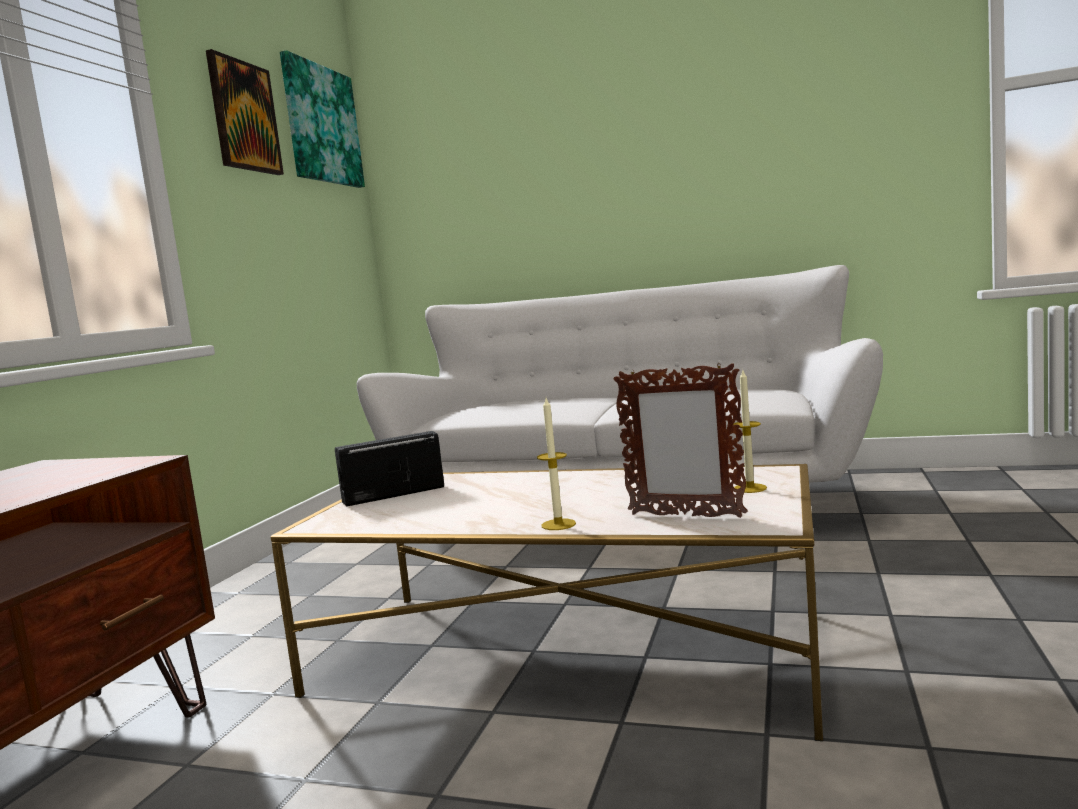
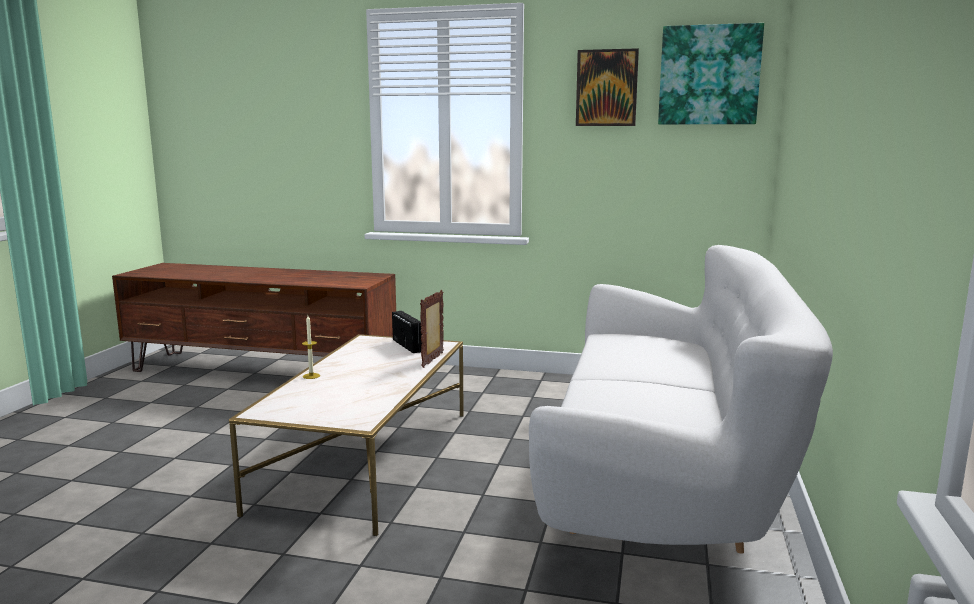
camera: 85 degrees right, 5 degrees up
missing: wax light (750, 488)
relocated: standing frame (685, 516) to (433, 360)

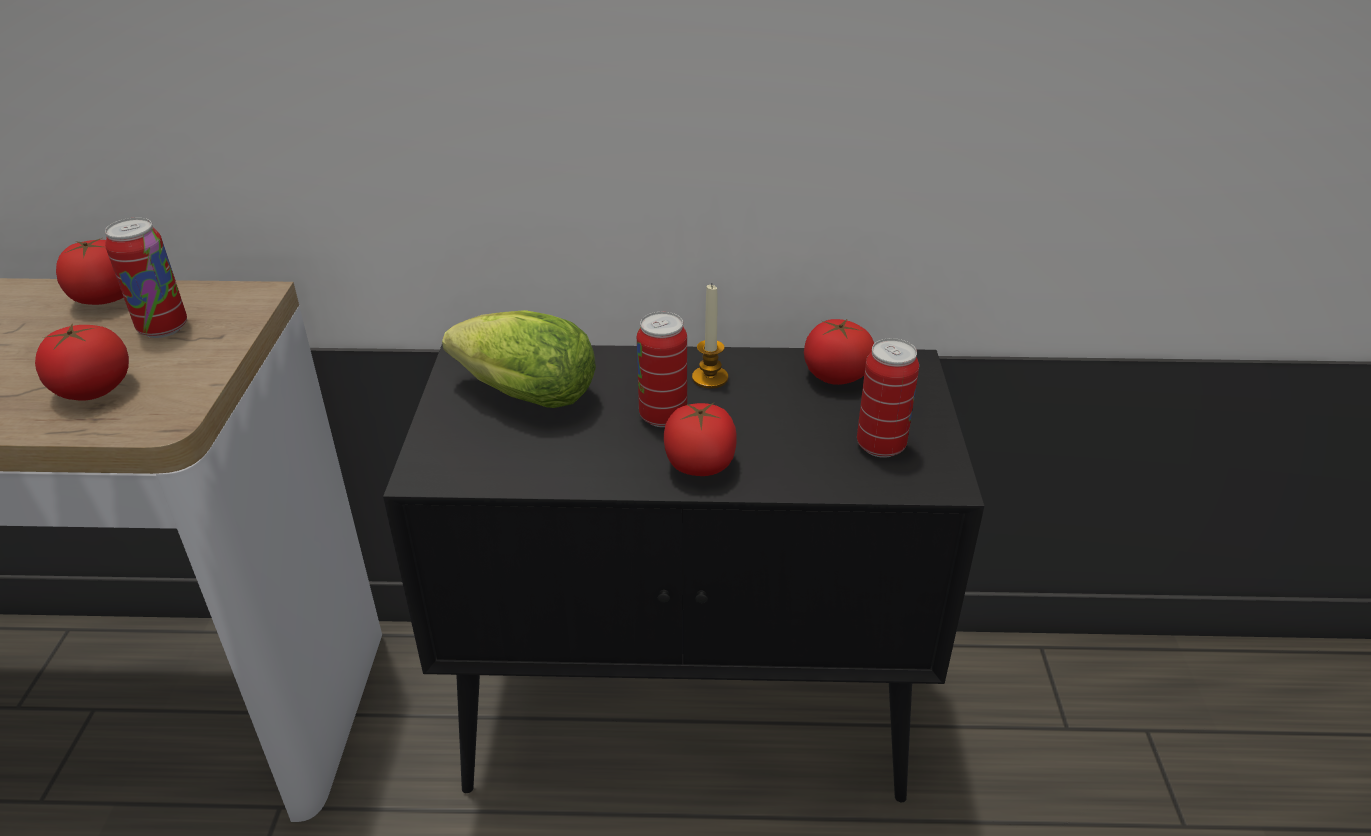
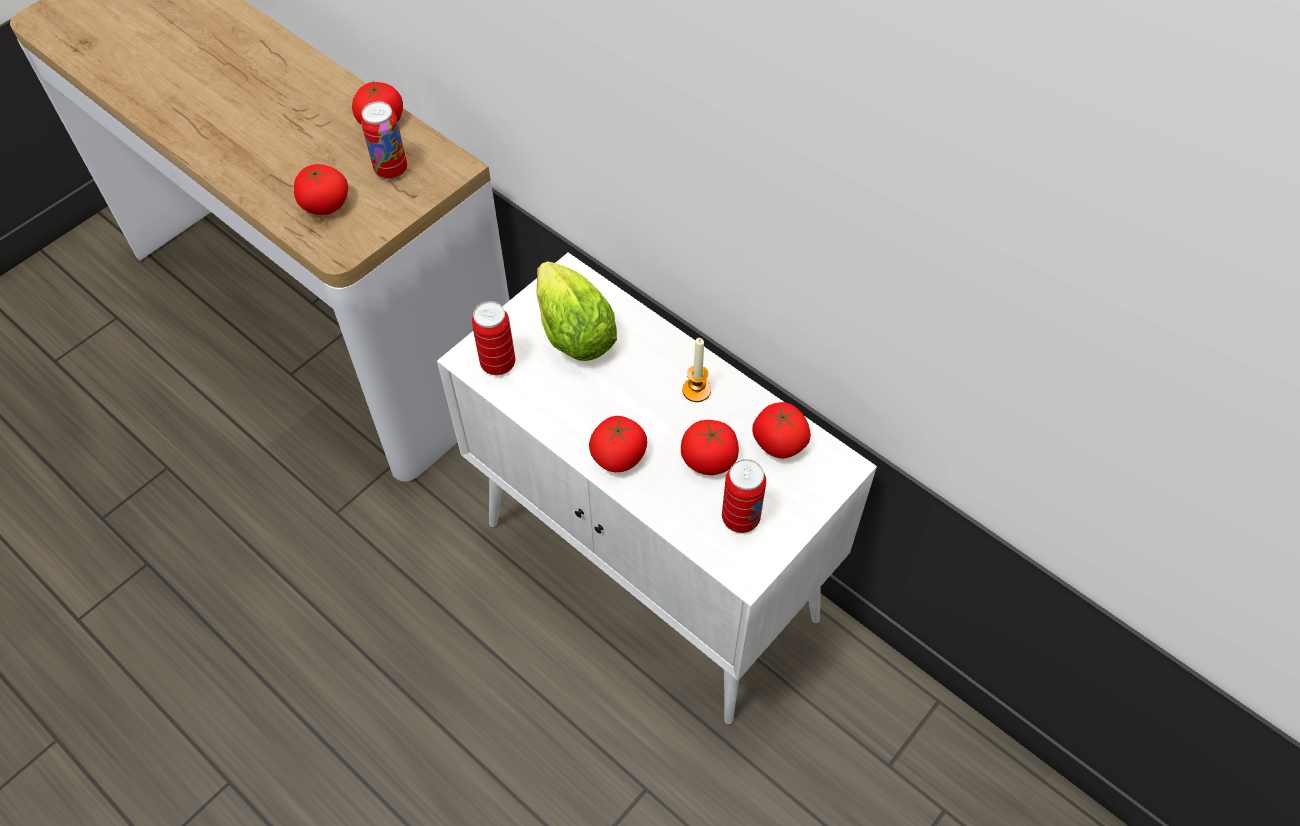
camera: 40 degrees right, 20 degrees up
appeared: whole tomato (708, 459)
relocated: sealed can (663, 416) to (498, 363)
colour: black-coloured cupboard (690, 717) to white cupboard (653, 573)

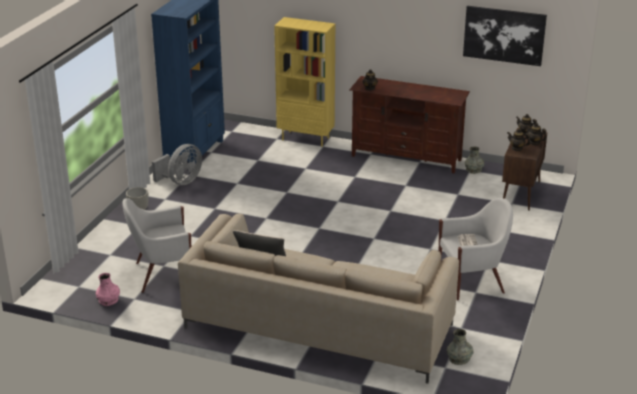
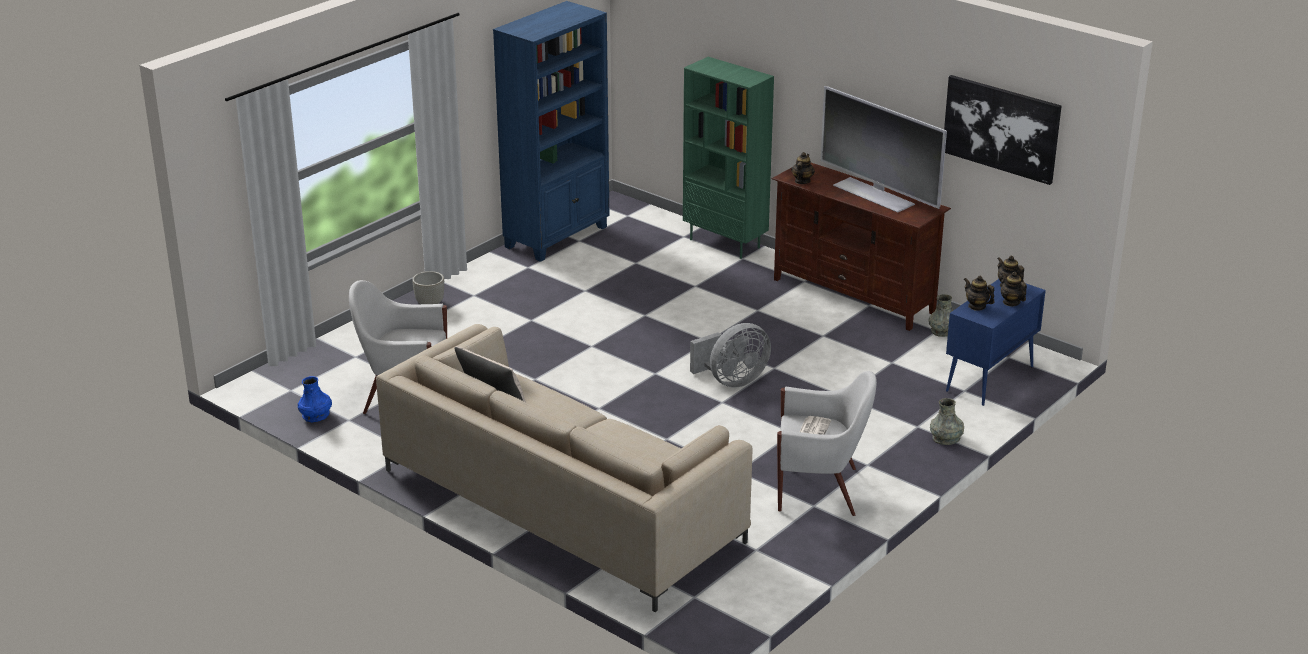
camera: 20 degrees right, 0 degrees up
appeared: TV set (874, 194)
relocated: grey cooling fan (181, 182) to (732, 381); grey vase (459, 358) to (946, 438)
colour: pink vase (108, 300) to bluish vase (316, 415); yellowish bookcase (306, 139) to greenish bookcase (726, 243); brown cupboard (521, 194) to bluish cupboard (989, 379)

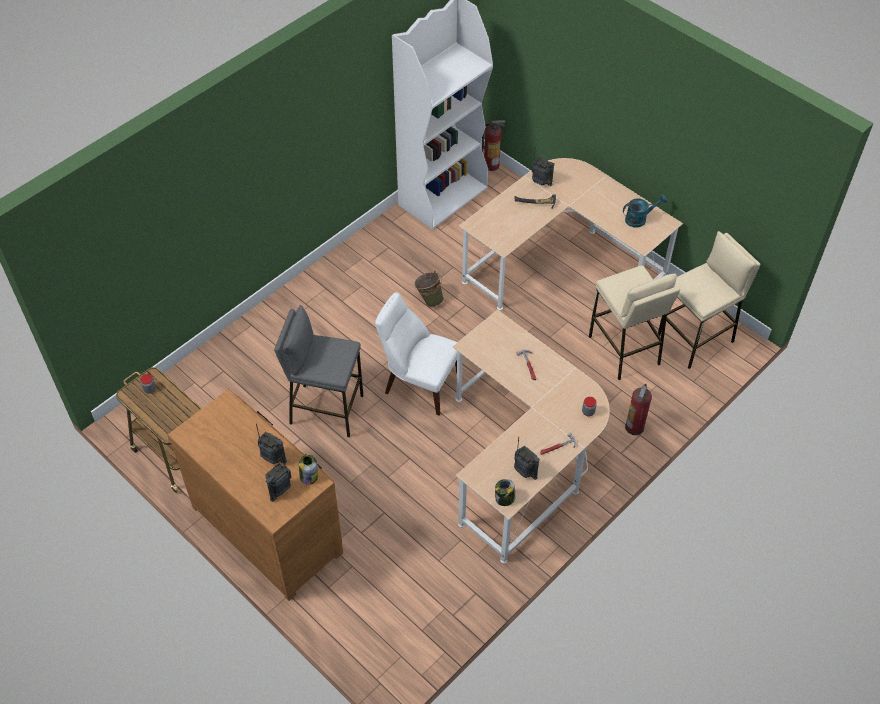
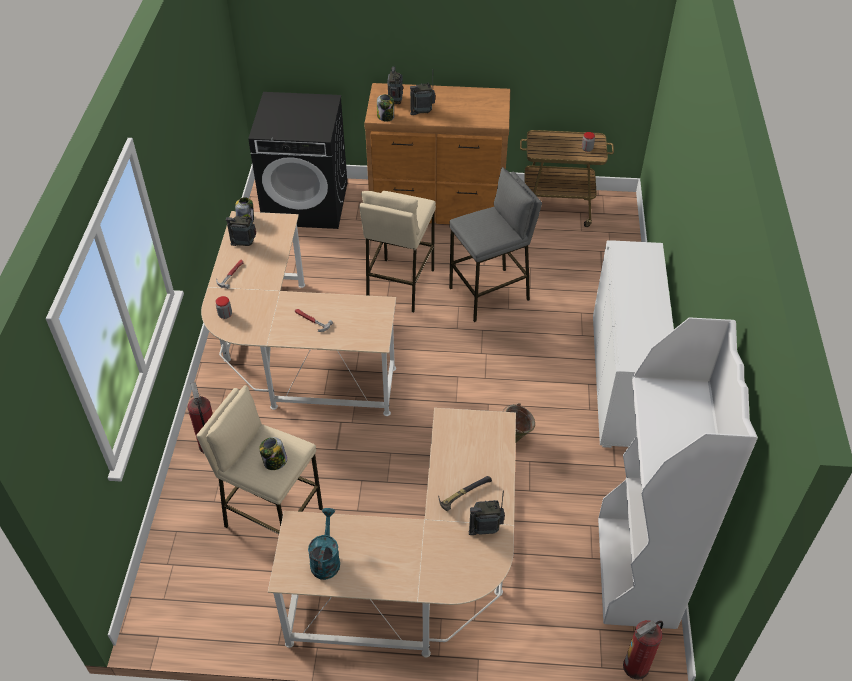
camera: 140 degrees right, 5 degrees down
missing: white plain chair (419, 384)
appeared: black-coloured laundry appliance (306, 203); storage jar (275, 462); white cupboard (622, 380)
relocated: beige stool (696, 339) to (399, 285)
spun: turquoise sprinkling can (639, 219) = (325, 559) 150 degrees clockwise

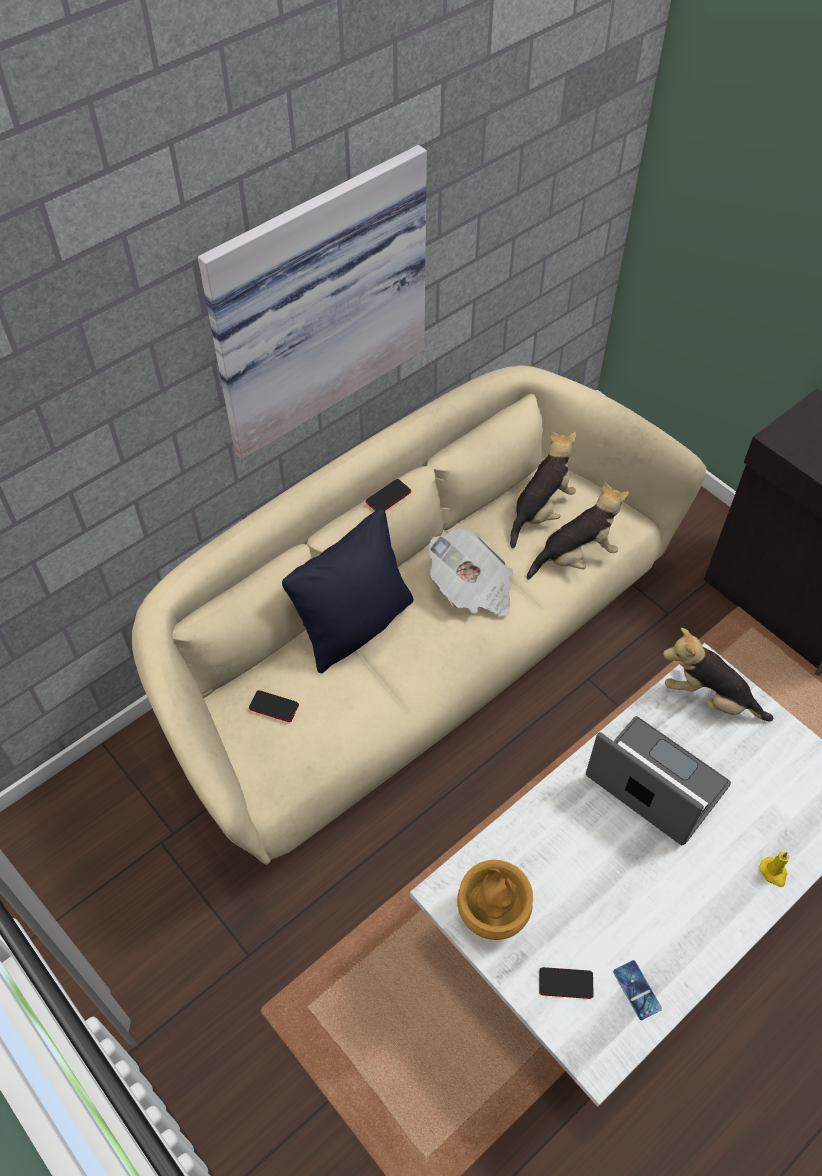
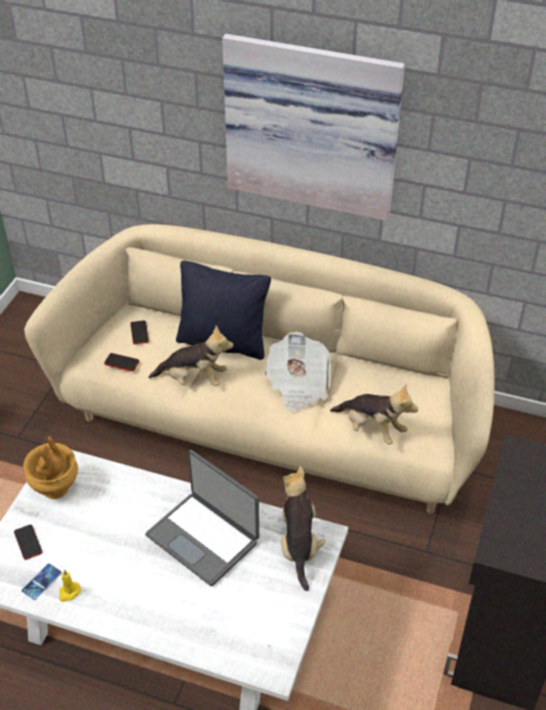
camera: 60 degrees right, 10 degrees down
relocated: handset (388, 497) to (121, 363); soft toy (540, 510) to (193, 379); yellowish wax light (773, 873) to (69, 592)
spun: notebook computer (654, 783) = (204, 538) 120 degrees clockwise

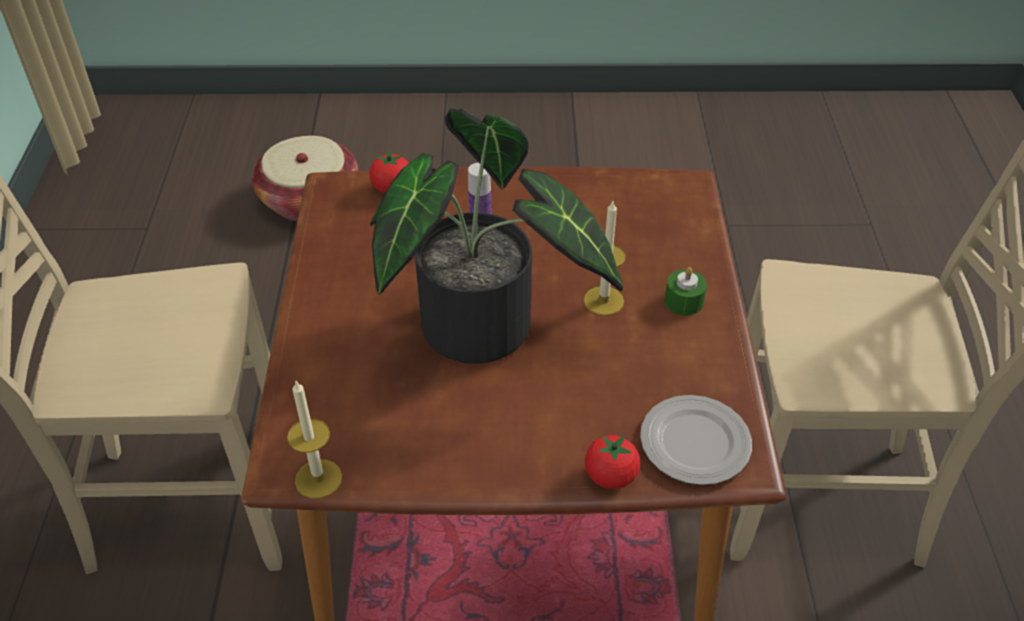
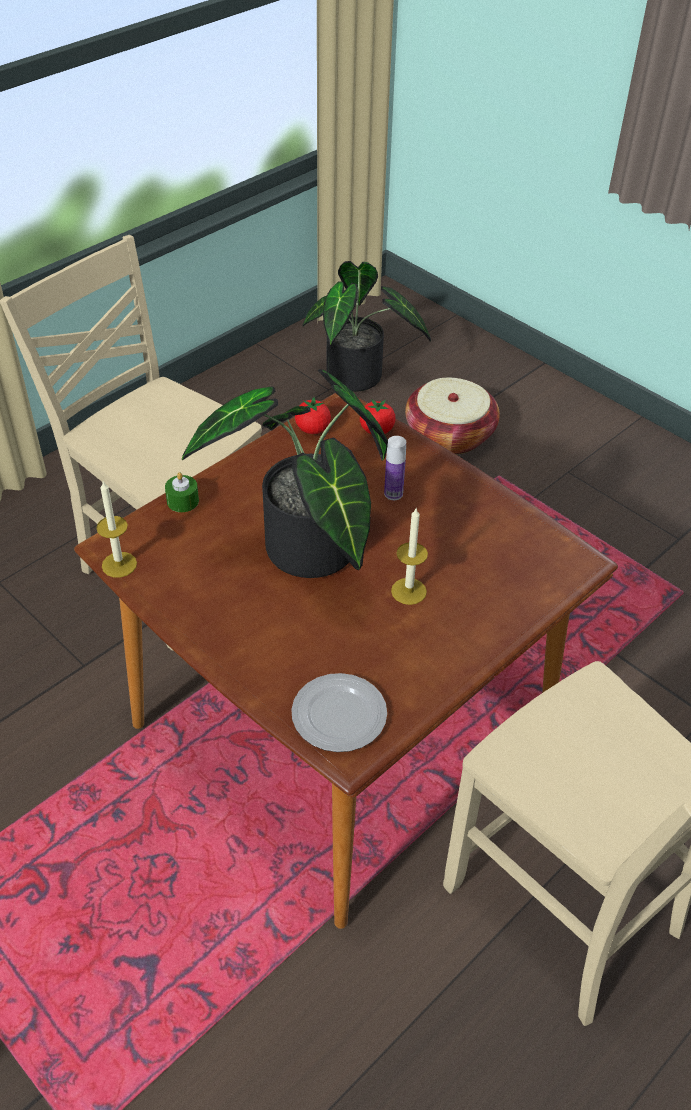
camera: 45 degrees right, 0 degrees up
appeared: potted plant (359, 379)
relocated: whole tomato (610, 476) to (312, 429); greenish wax light (683, 301) to (183, 501)

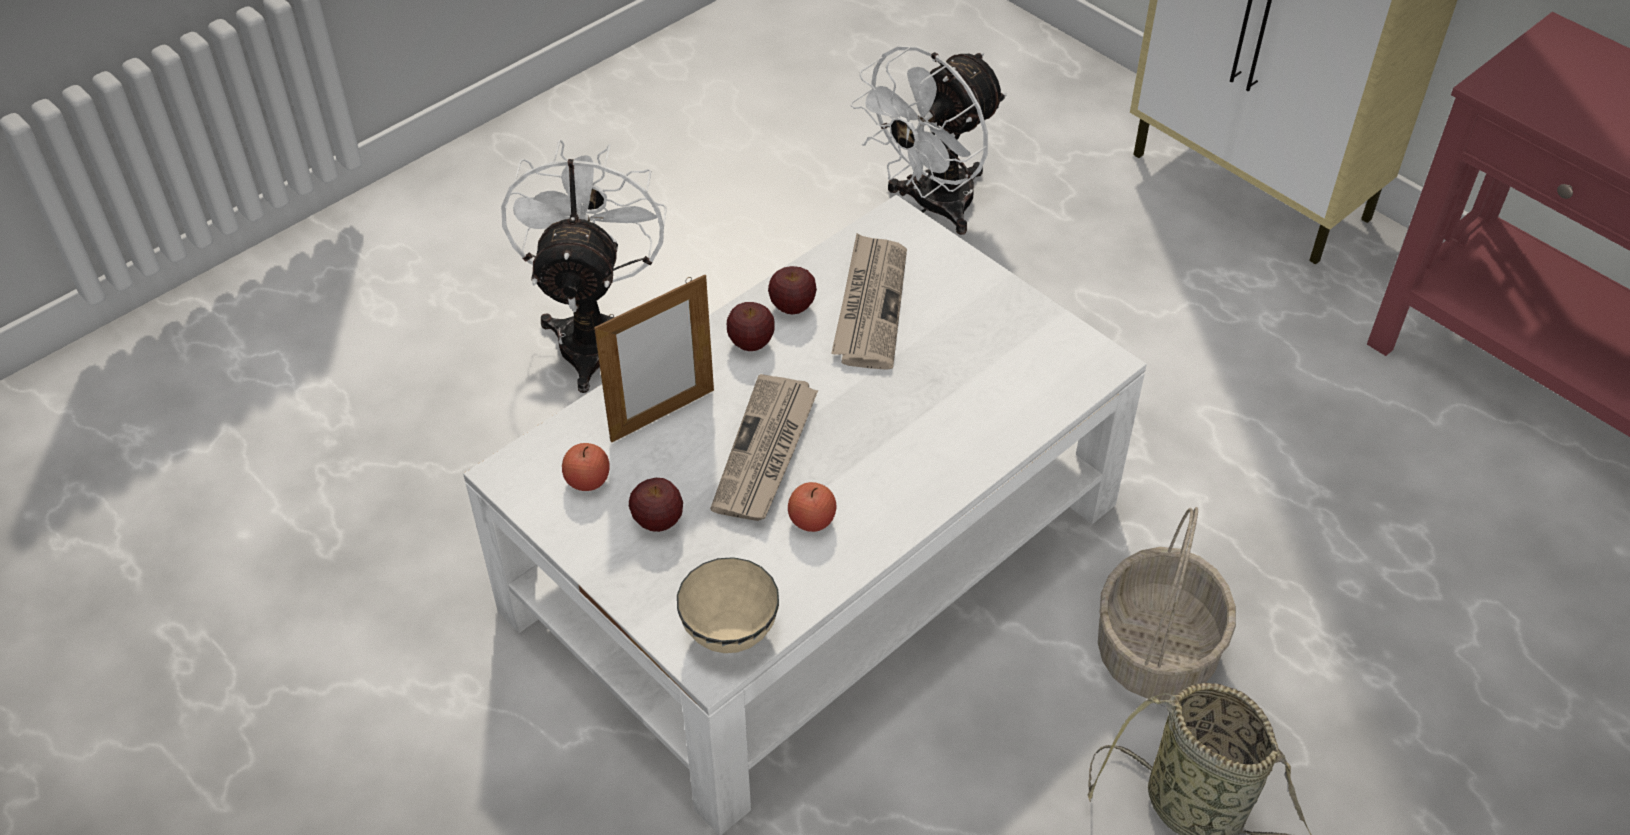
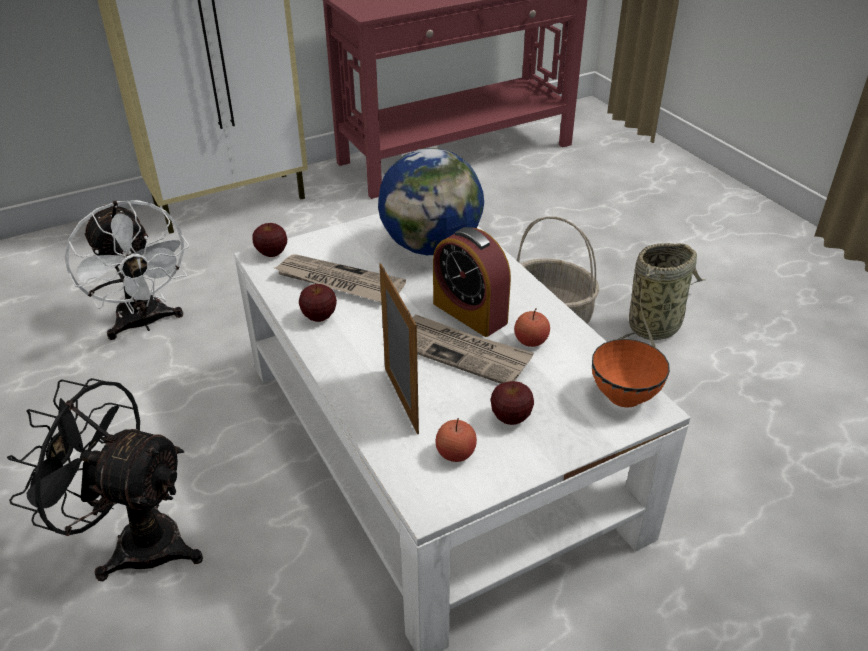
camera: 75 degrees left, 10 degrees down
appeared: world globe (431, 246); alarm clock (470, 313)
relocated: whole apple (750, 343) to (272, 253)
colour: white cooling fan (594, 332) to black-coloured cooling fan (135, 542); beige serving bowl (729, 632) to orangey serving bowl (624, 396)

